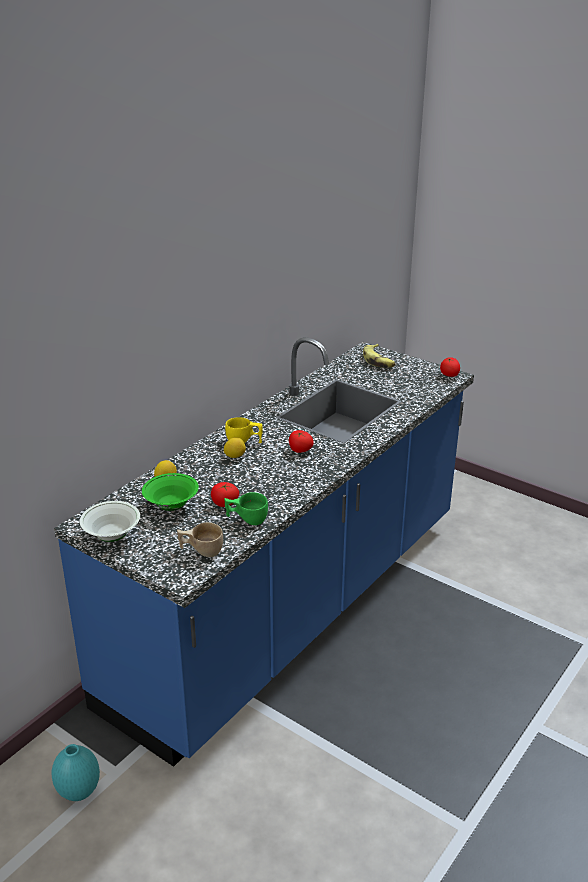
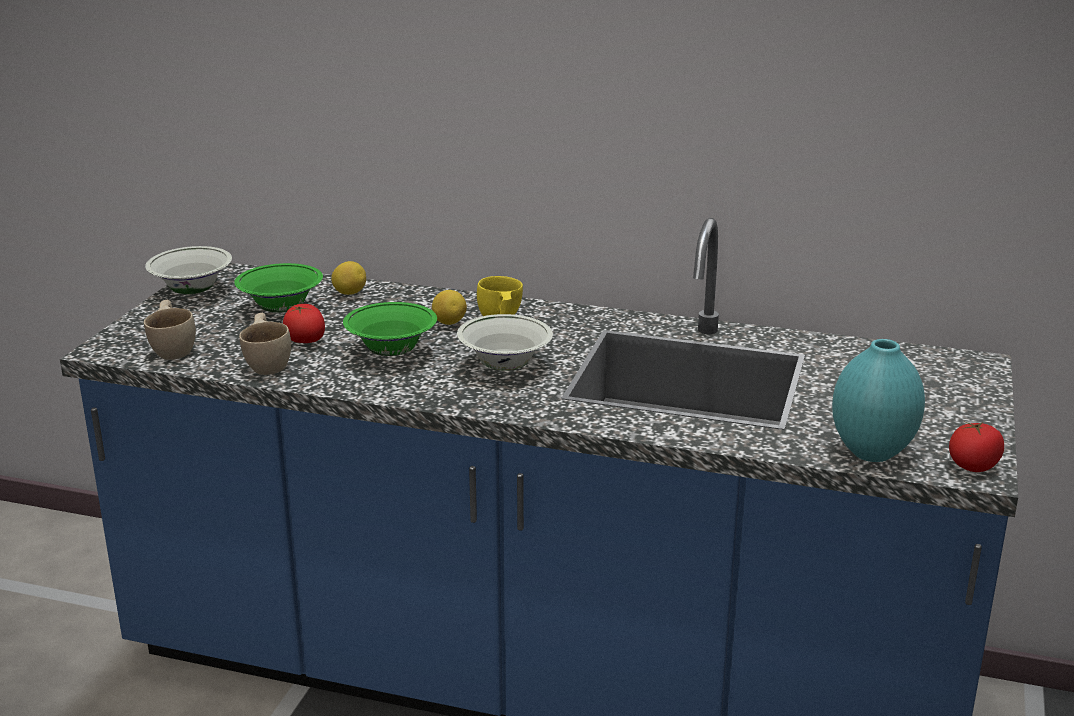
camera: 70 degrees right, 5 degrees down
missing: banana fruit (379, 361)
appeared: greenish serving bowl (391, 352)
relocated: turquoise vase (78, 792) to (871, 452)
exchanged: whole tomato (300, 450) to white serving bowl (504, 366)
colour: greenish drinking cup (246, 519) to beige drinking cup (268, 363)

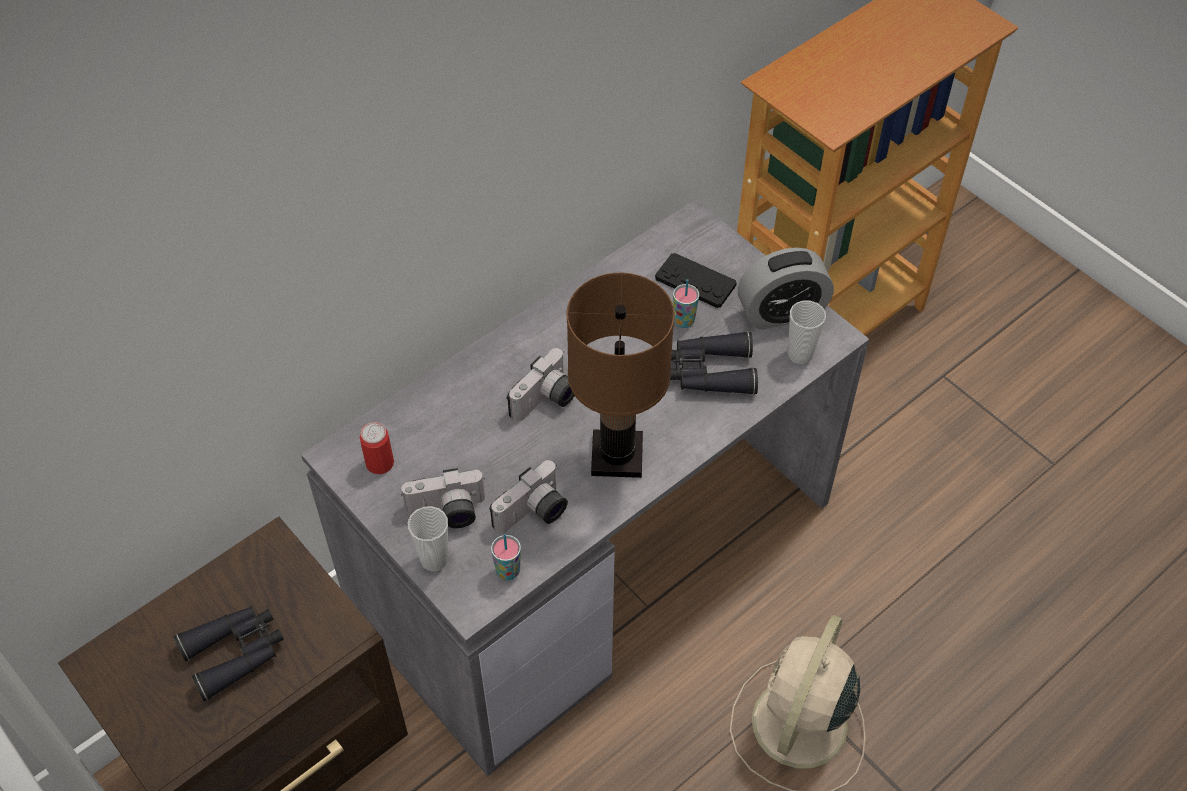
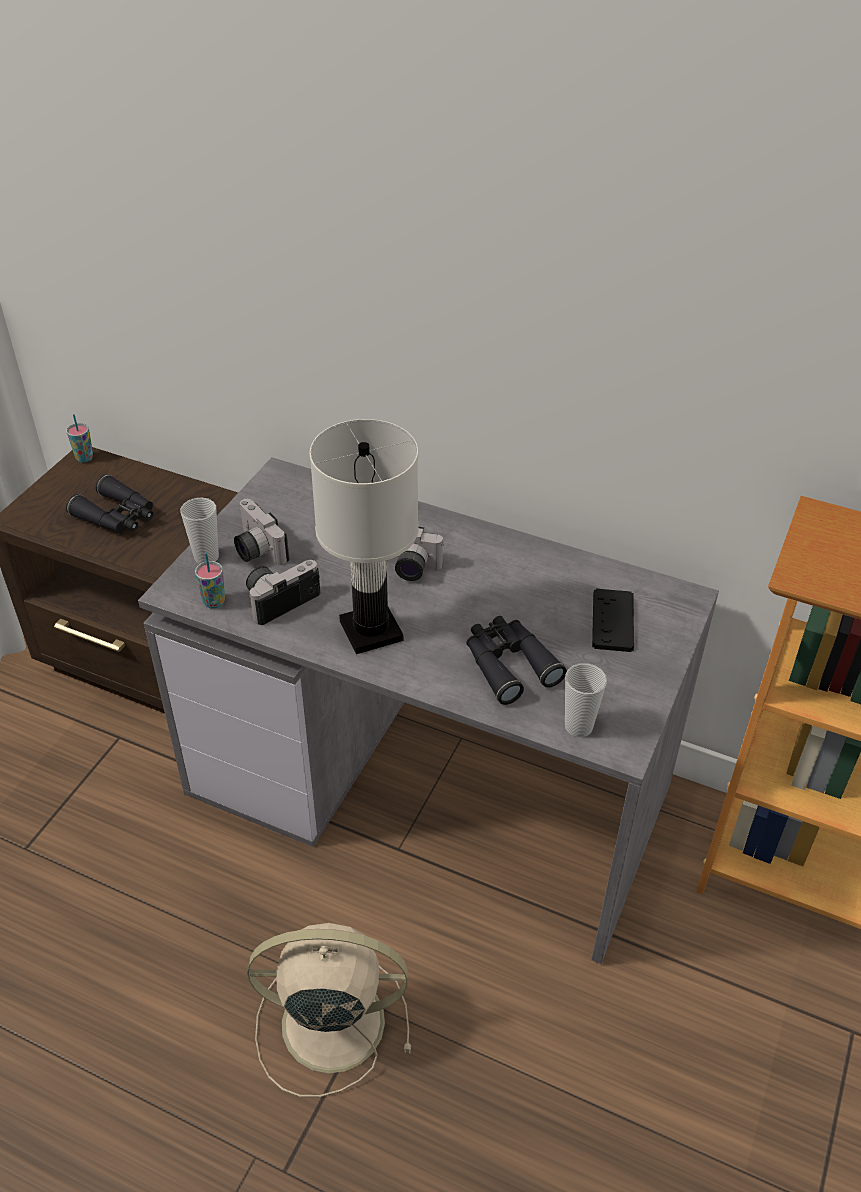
camera: 65 degrees right, 10 degrees down
missing: sealed can (380, 463); alarm clock (781, 312)
relocated: drinking cup (684, 321) to (84, 458)
colour: brown lamp for a table (616, 455) to white lamp for a table (371, 630)
spun: photo camera (533, 514) = (280, 598) 120 degrees clockwise

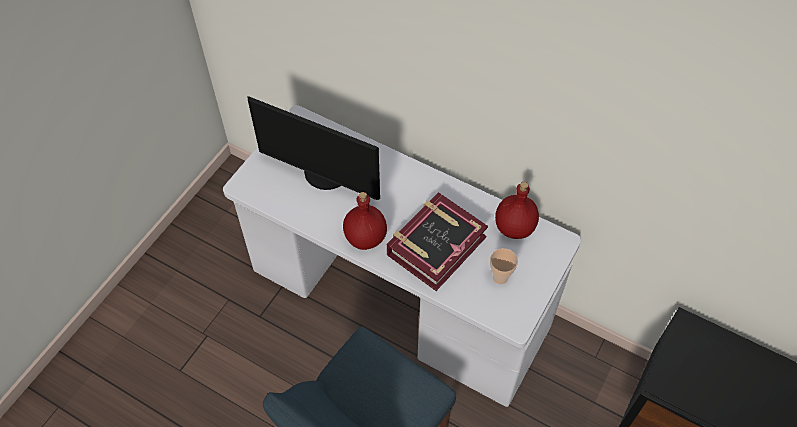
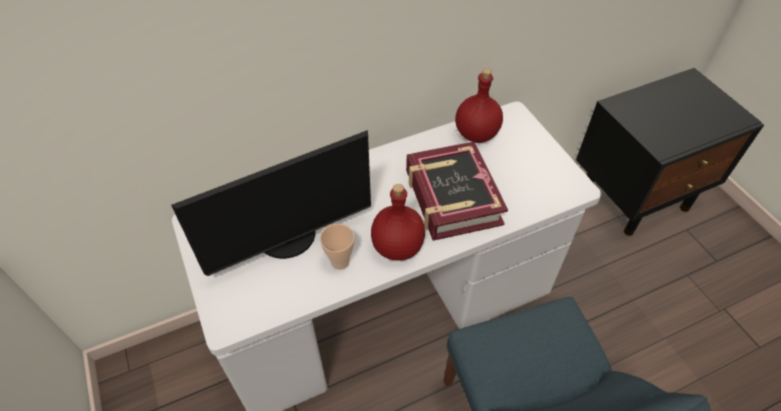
camera: 55 degrees left, 5 degrees down
relocated: drinking cup (500, 277) to (340, 261)

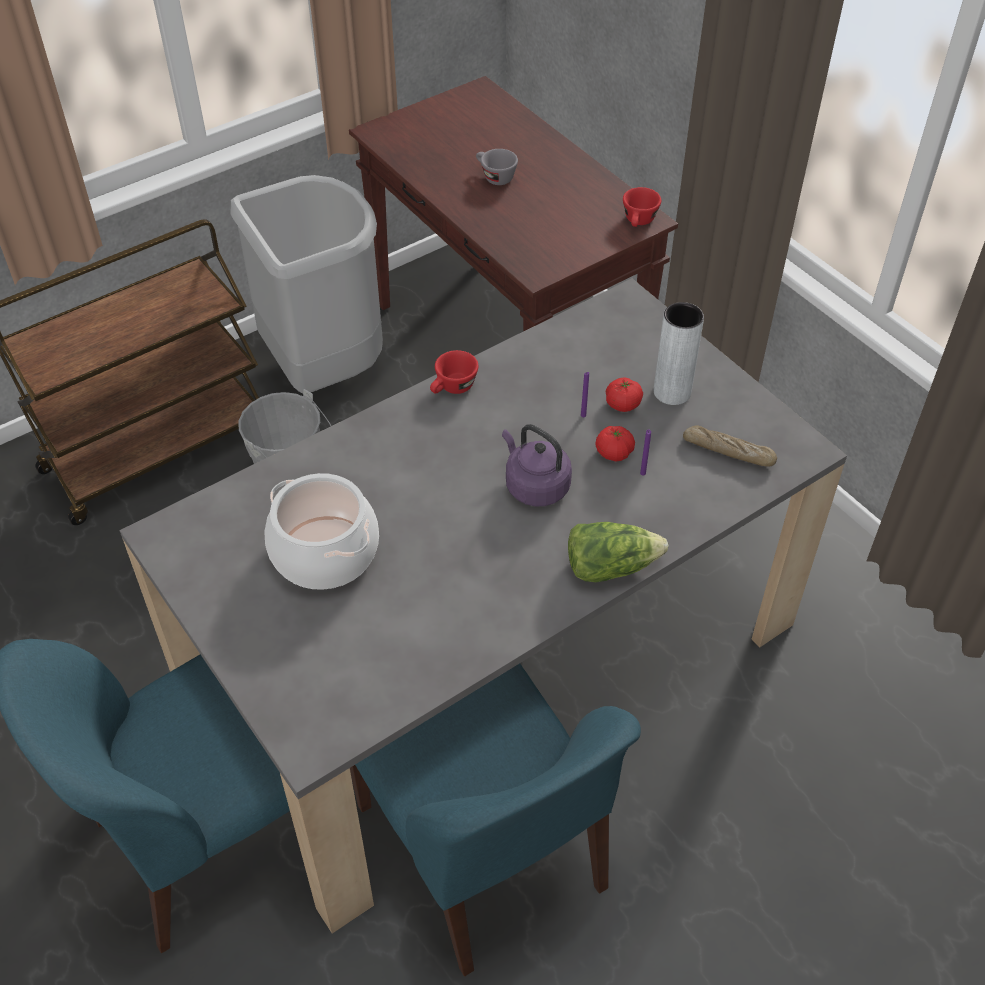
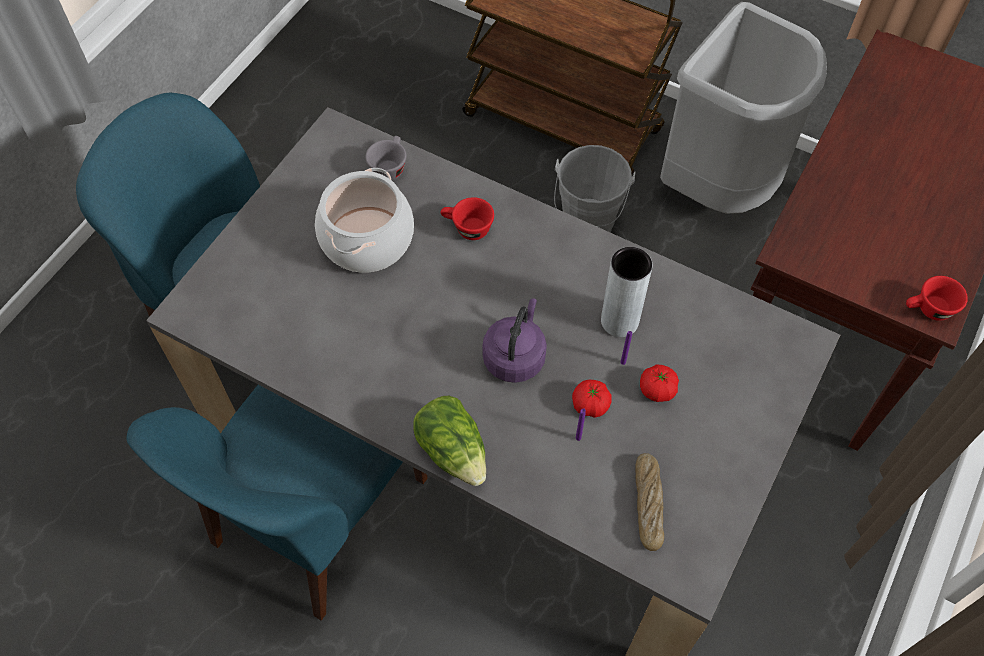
camera: 65 degrees right, 10 degrees up
relocated: reddish drinking cup (452, 388) to (467, 228); grey drinking cup (494, 177) to (389, 167); grey vase (672, 392) to (619, 321)

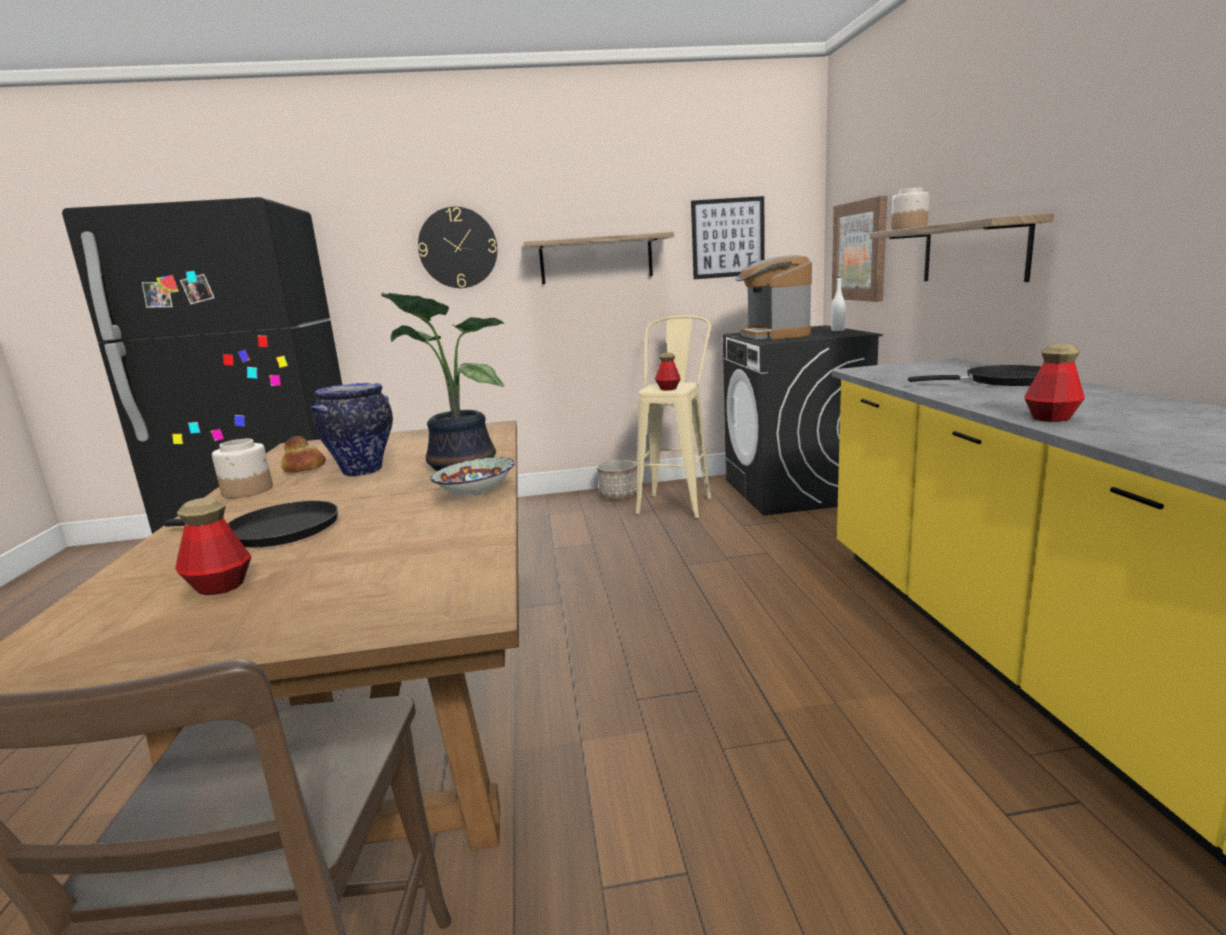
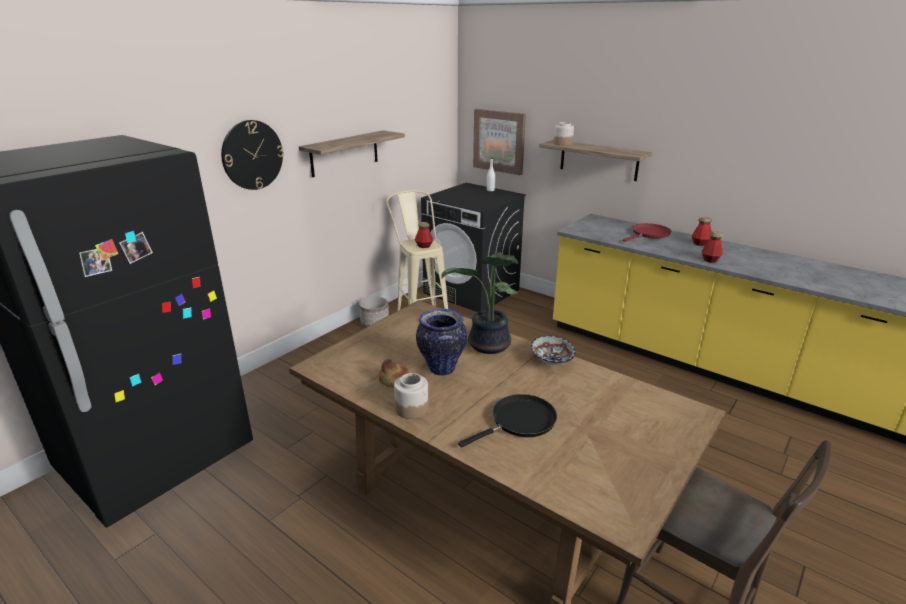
camera: 45 degrees left, 10 degrees up
missing: picture (728, 238); coffee machine (774, 335)
relocated: beverage bottle (220, 586) to (700, 243)
colour: black-coloured frying pan (1004, 381) to reddish frying pan (649, 234)

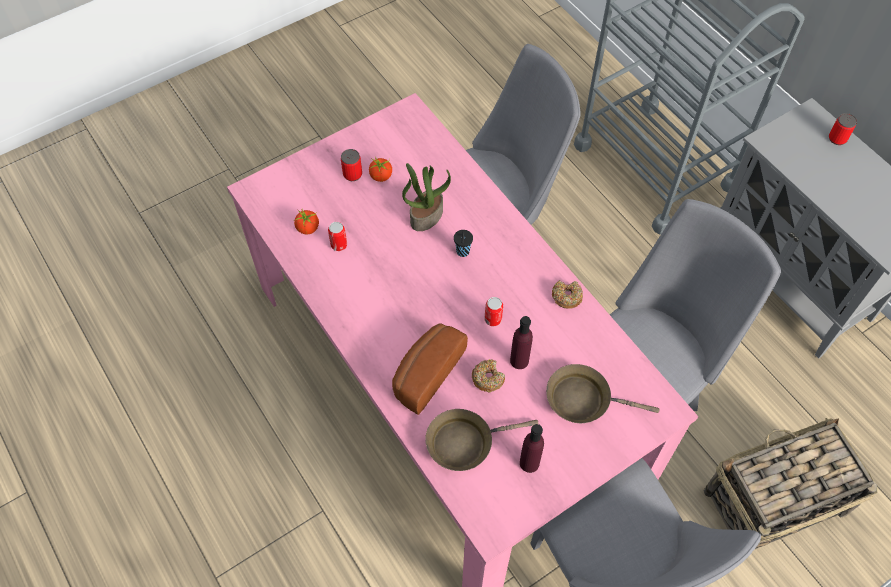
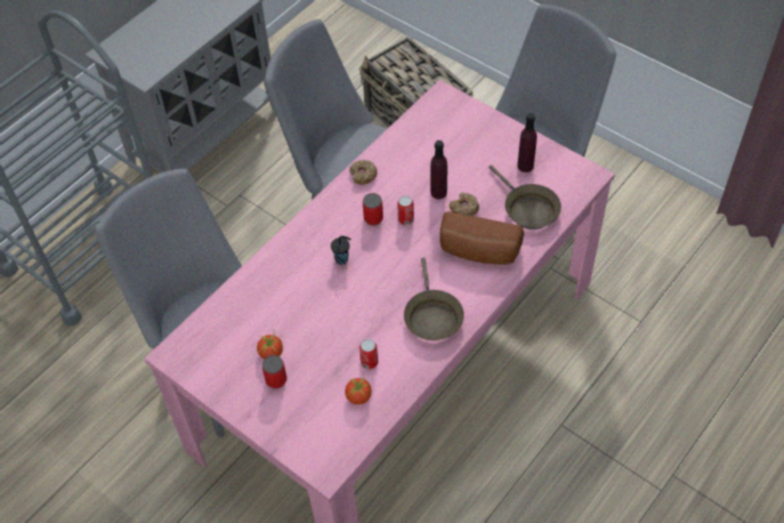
camera: 105 degrees left, 5 degrees down
missing: potted plant (426, 215)
relocated: brown frying pan (583, 399) to (432, 316); sealed can (837, 138) to (373, 218)

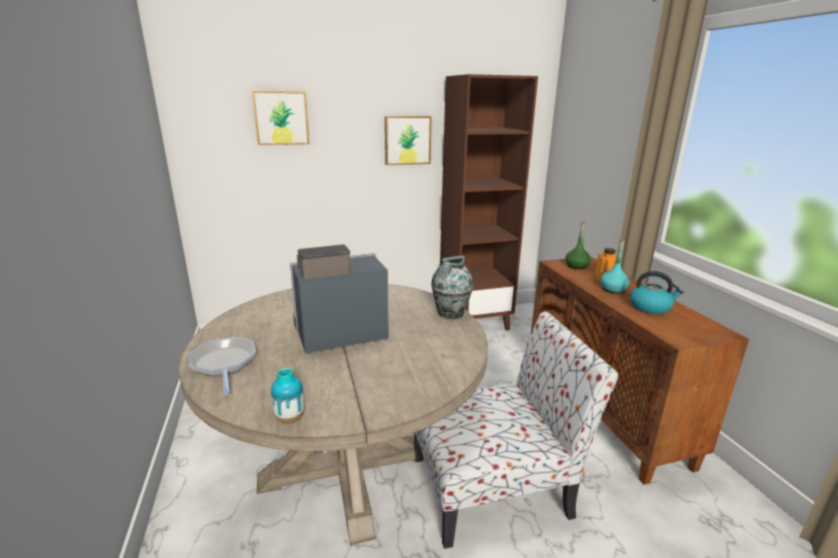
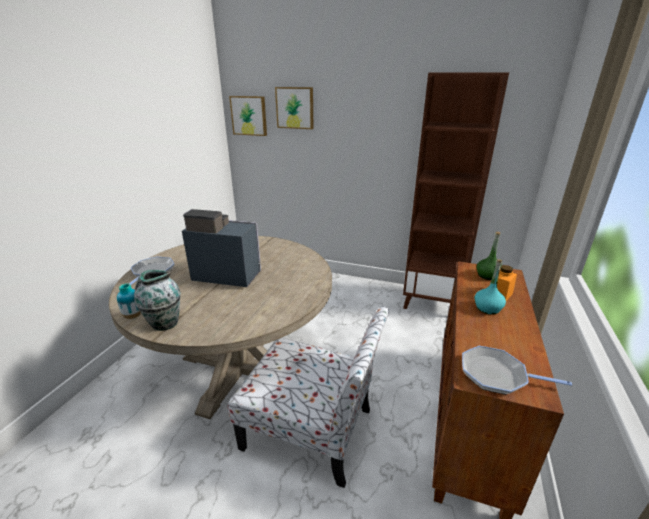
camera: 35 degrees right, 5 degrees up
missing: tea kettle (650, 307)
appeared: frying pan (497, 375)
relocated: picture (407, 140) to (249, 115); vase (450, 314) to (164, 323)

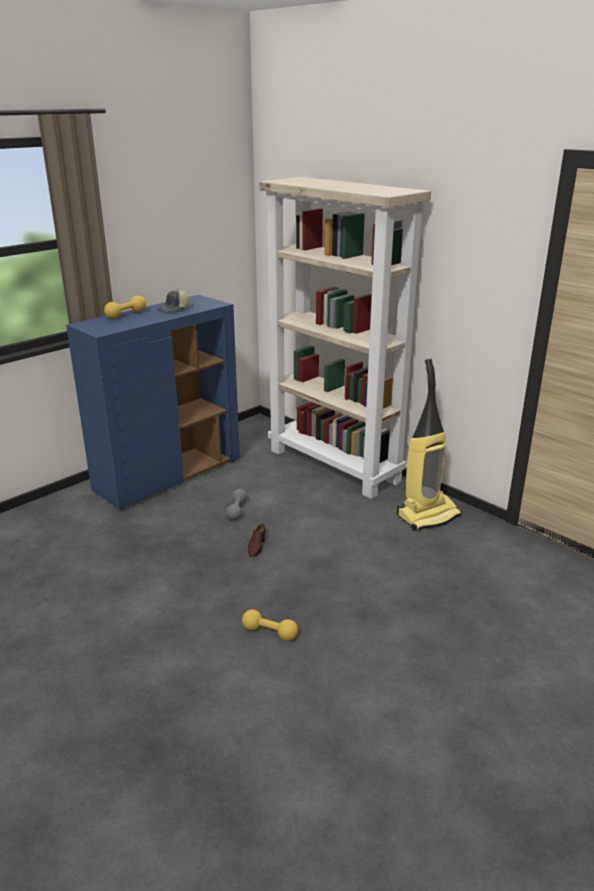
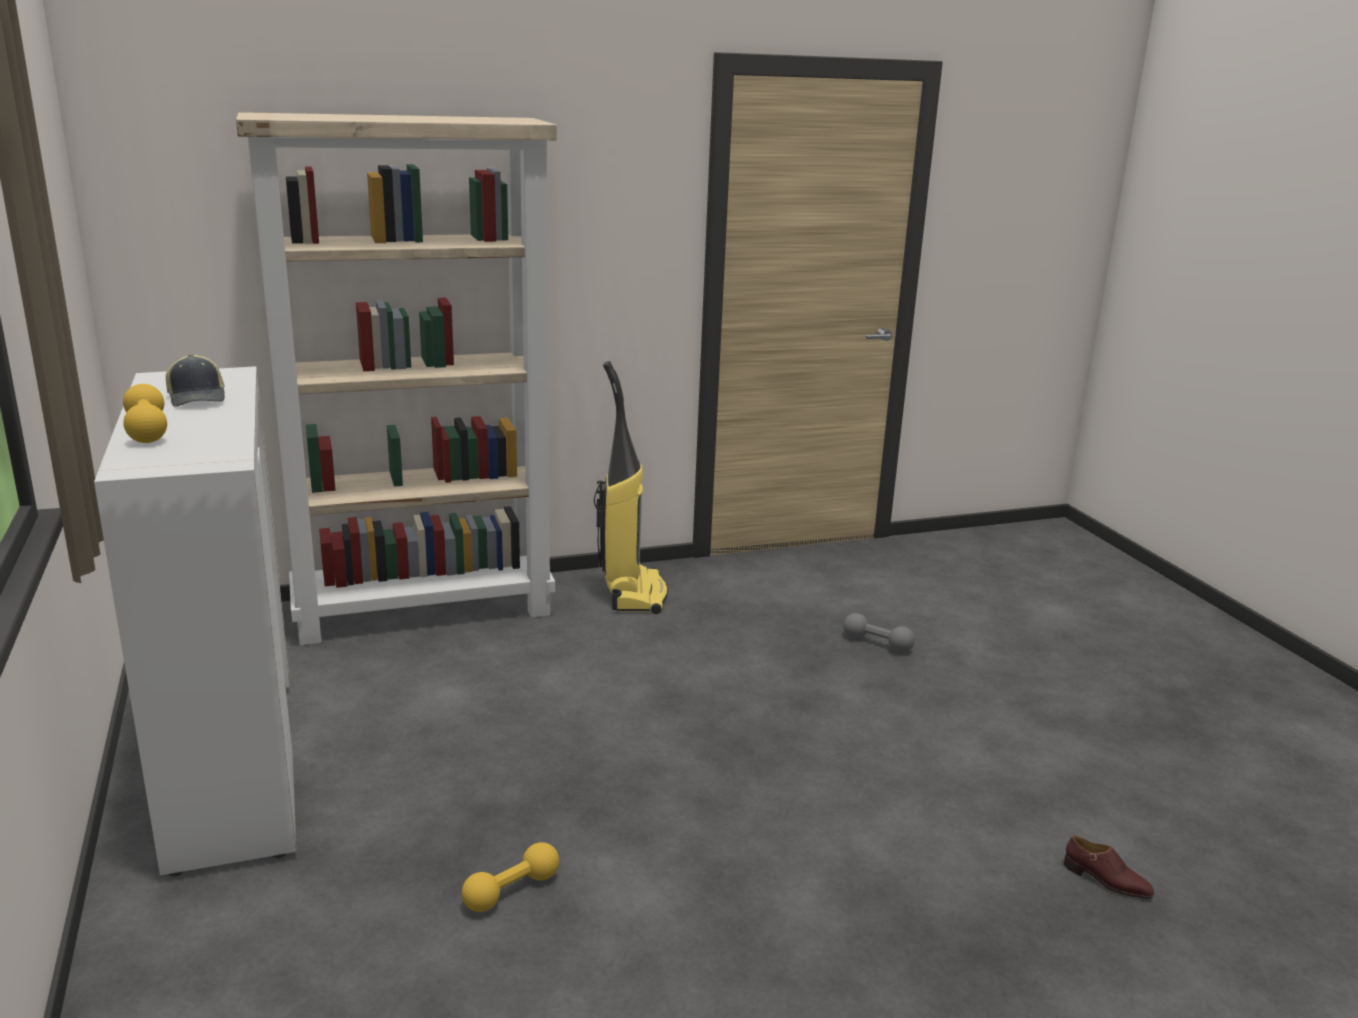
camera: 65 degrees left, 5 degrees down
relocated: grey dumbbell (237, 510) to (877, 643); yellowish dumbbell (269, 632) to (511, 891); brown low shoe (256, 547) to (1106, 881)
colour: bluish cupboard (169, 476) to white cupboard (232, 768)

